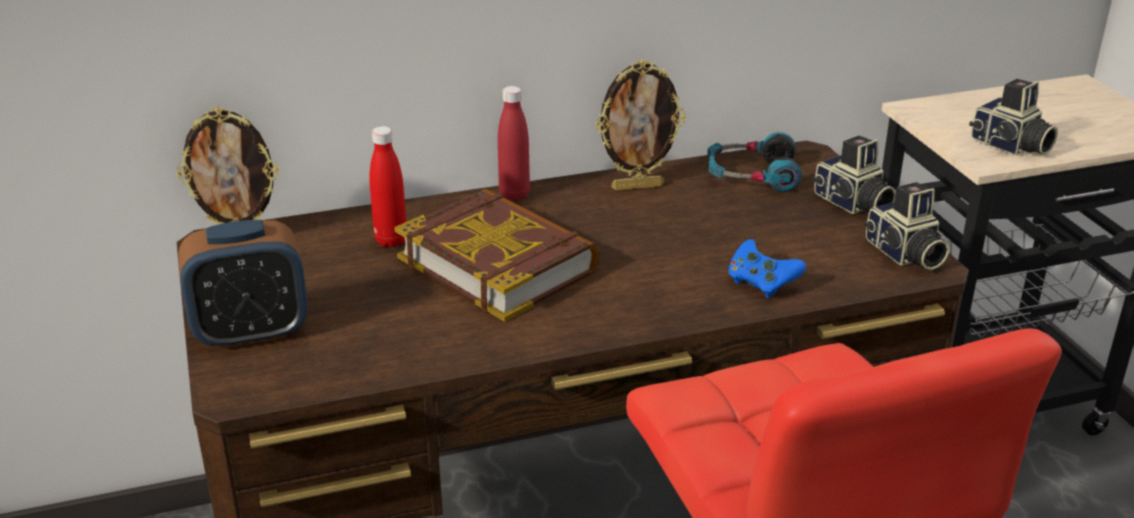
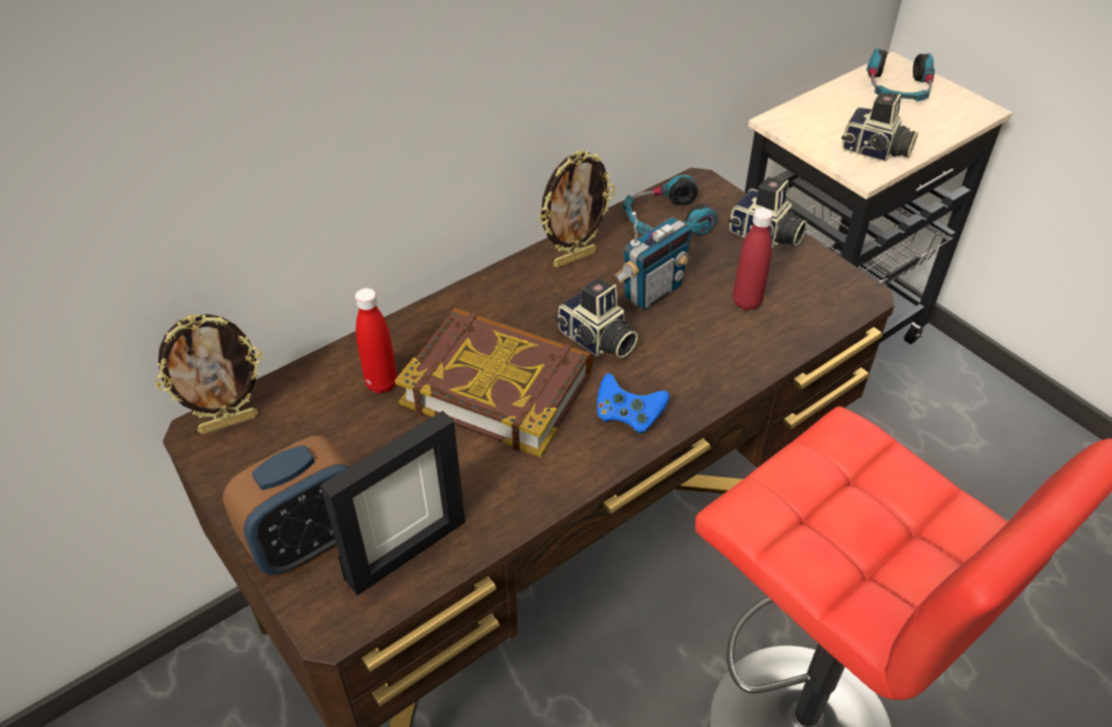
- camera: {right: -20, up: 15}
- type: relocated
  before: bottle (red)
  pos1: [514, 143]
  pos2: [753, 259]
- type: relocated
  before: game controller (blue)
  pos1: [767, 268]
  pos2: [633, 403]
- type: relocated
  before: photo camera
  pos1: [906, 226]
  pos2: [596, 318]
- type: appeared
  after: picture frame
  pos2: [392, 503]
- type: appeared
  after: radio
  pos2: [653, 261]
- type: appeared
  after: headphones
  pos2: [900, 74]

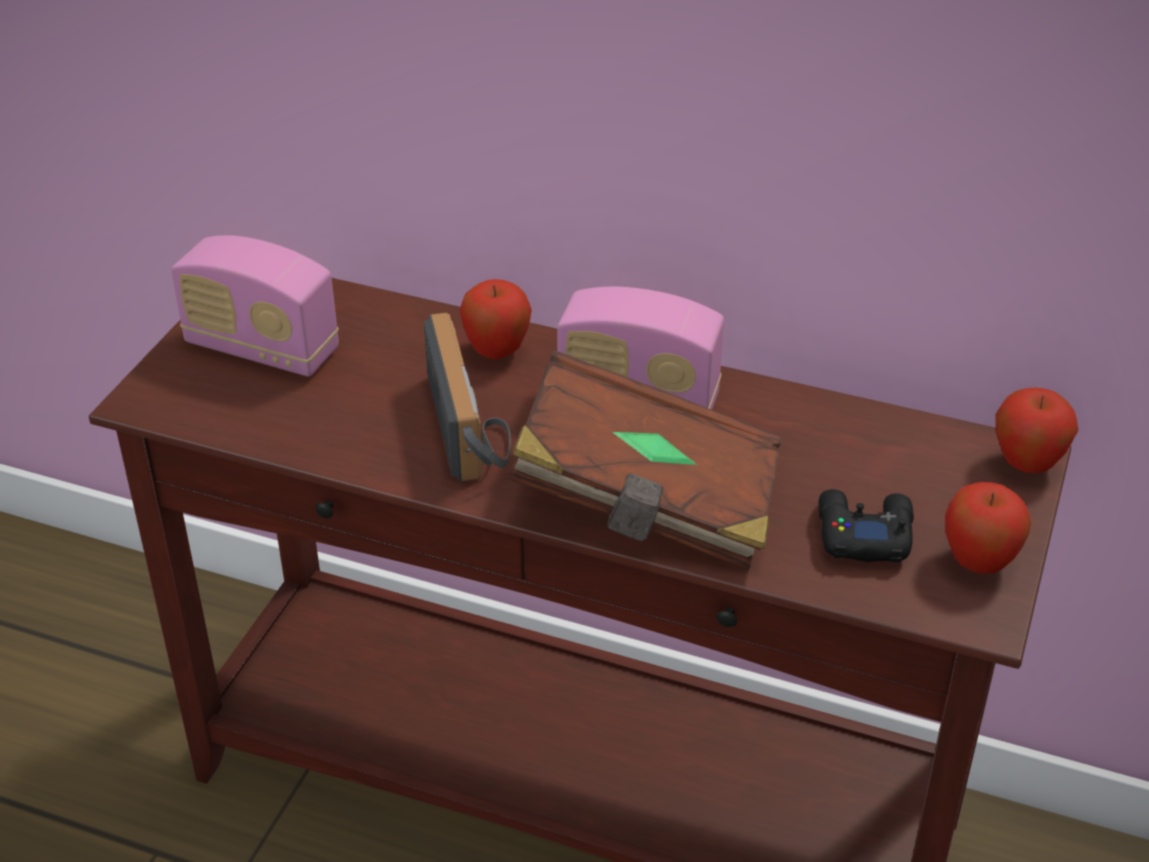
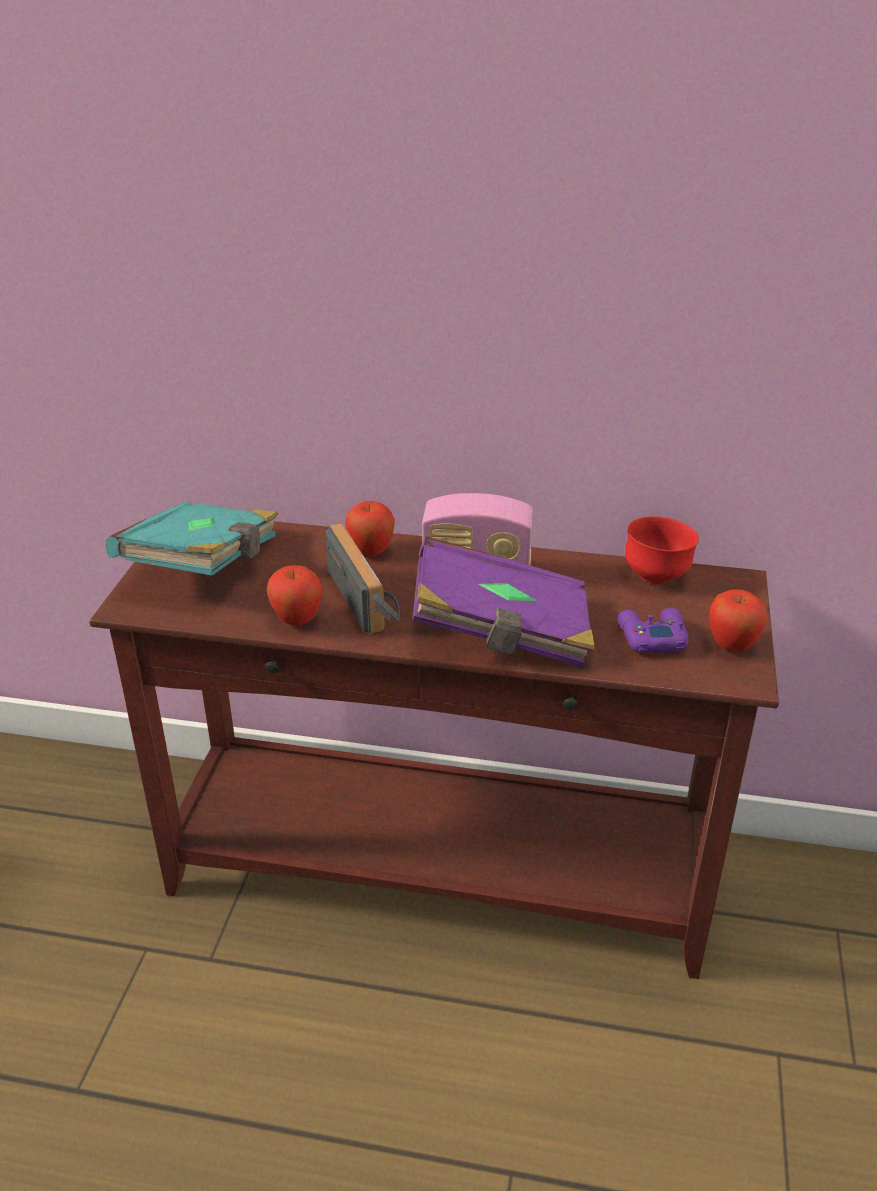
- camera: {right: -10, up: -5}
- type: exchanged
  before: radio
  after: book (turquoise)
  pos1: [255, 306]
  pos2: [192, 538]
- type: colour
  before: book (brown)
  after: book (purple)
  pos1: [644, 460]
  pos2: [503, 602]
- type: colour
  before: game controller (black)
  after: game controller (purple)
  pos1: [866, 525]
  pos2: [653, 630]
- type: relocated
  before: apple
  pos1: [1036, 430]
  pos2: [294, 595]
- type: appeared
  after: bowl (red)
  pos2: [662, 550]

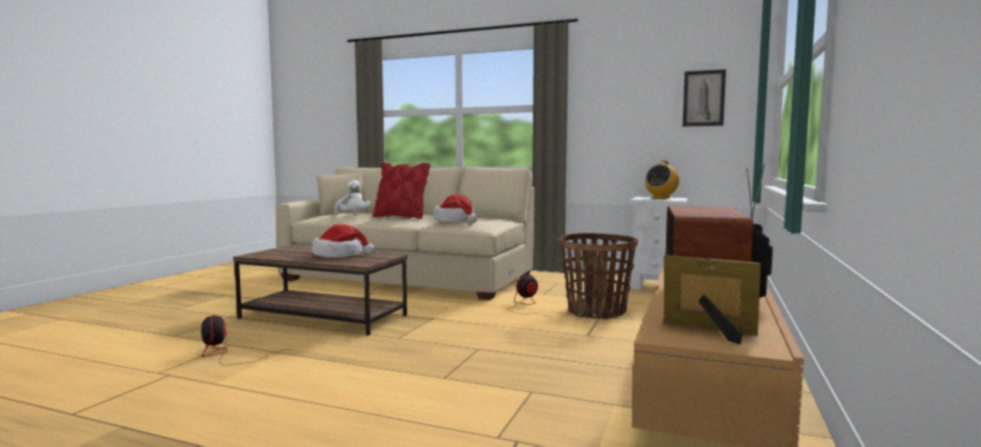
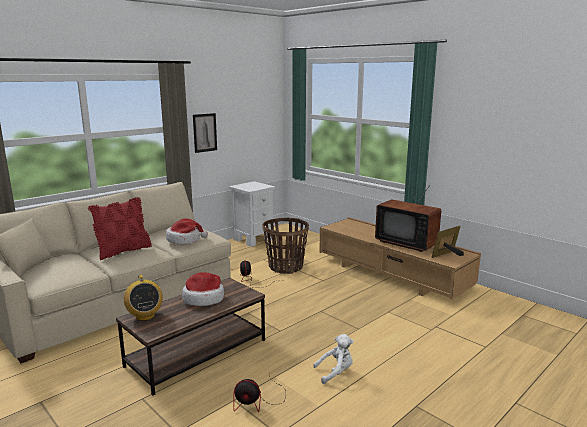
- camera: {right: -65, up: 10}
- type: relocated
  before: plush toy (white)
  pos1: [352, 198]
  pos2: [333, 359]
- type: relocated
  before: radio
  pos1: [662, 179]
  pos2: [143, 298]
- type: relocated
  before: picture
  pos1: [704, 98]
  pos2: [205, 133]

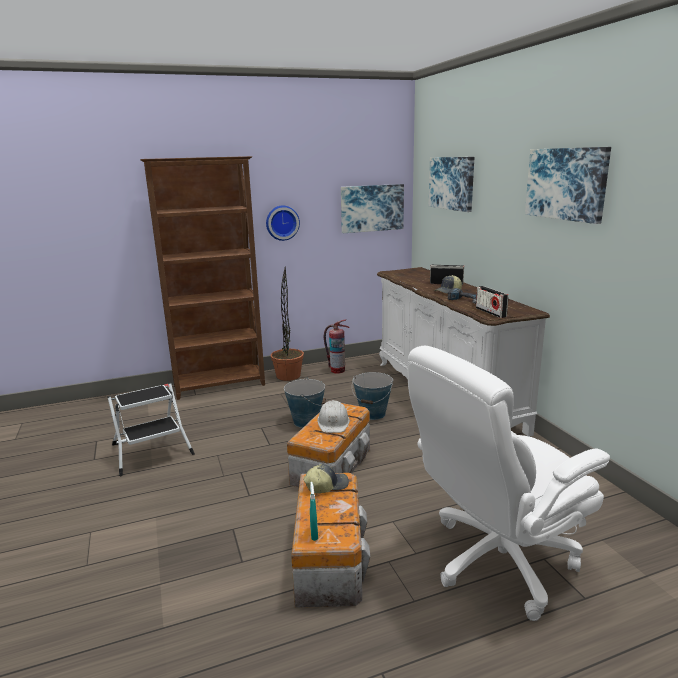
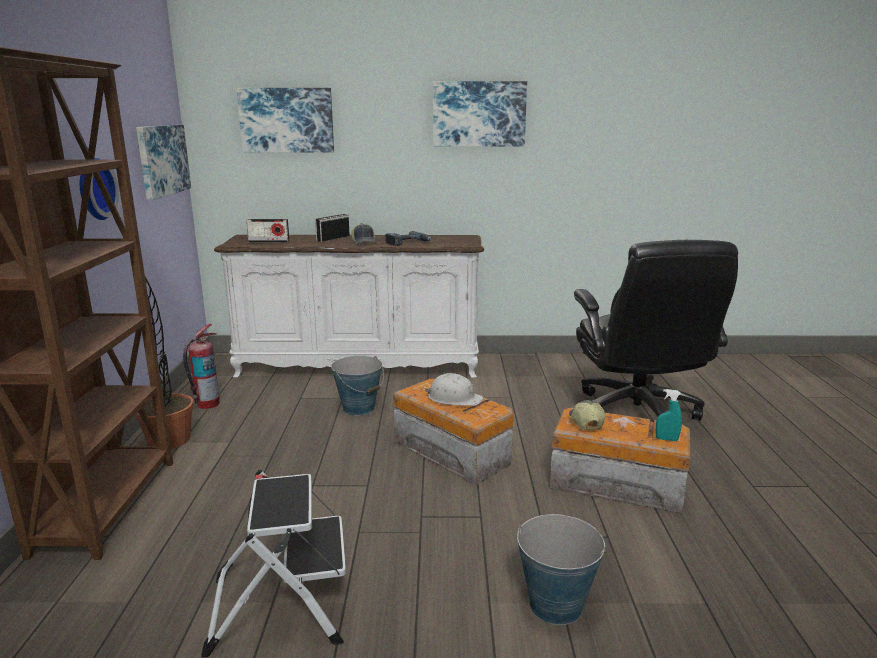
- camera: {right: -70, up: 0}
- type: relocated
  before: bucket
  pos1: [305, 402]
  pos2: [562, 569]
- type: colour
  before: office chair (white)
  after: office chair (black)
  pos1: [508, 483]
  pos2: [656, 330]
- type: relocated
  before: radio
  pos1: [492, 302]
  pos2: [268, 231]

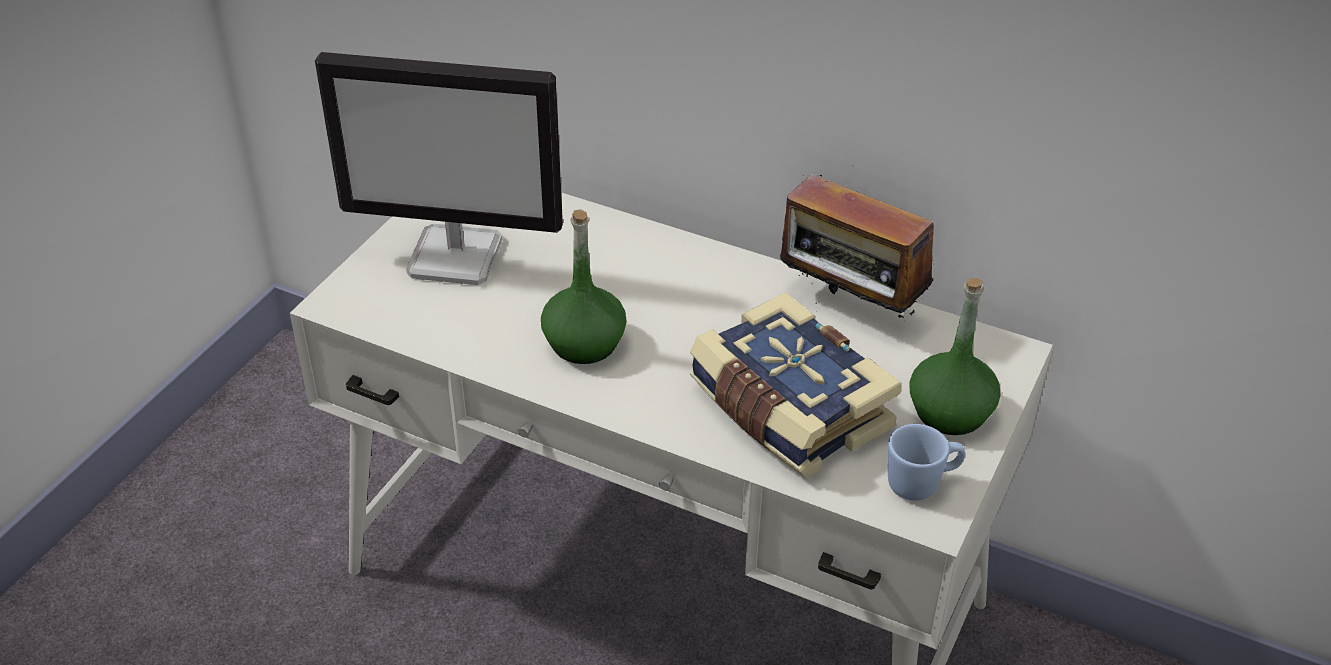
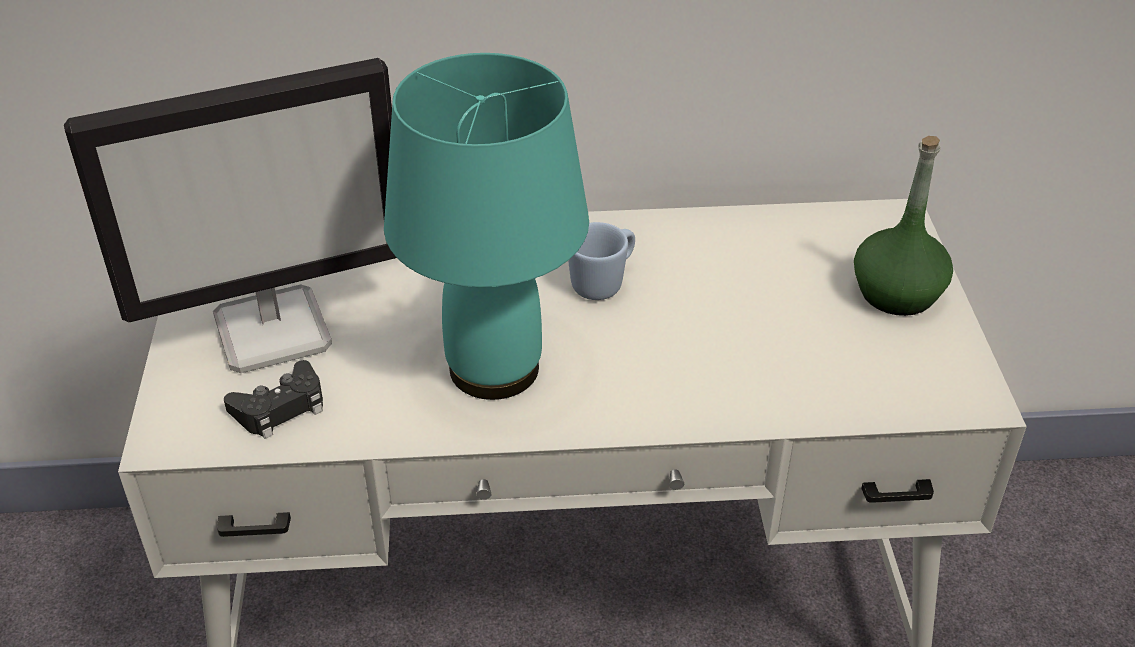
- camera: {right: -30, up: 0}
- type: exchanged
  before: bottle (green)
  after: table lamp (turquoise)
  pos1: [584, 286]
  pos2: [486, 226]
- type: missing
  before: book
  pos1: [796, 385]
- type: missing
  before: radio
  pos1: [857, 247]
- type: relocated
  before: mug (blue)
  pos1: [926, 462]
  pos2: [601, 261]
- type: appeared
  after: game controller (black)
  pos2: [273, 399]

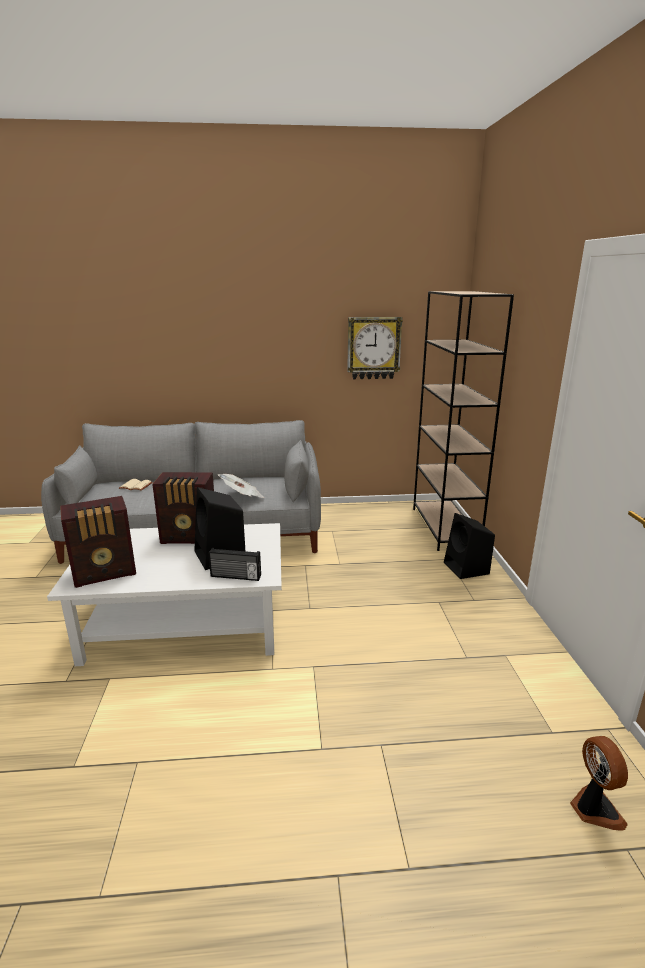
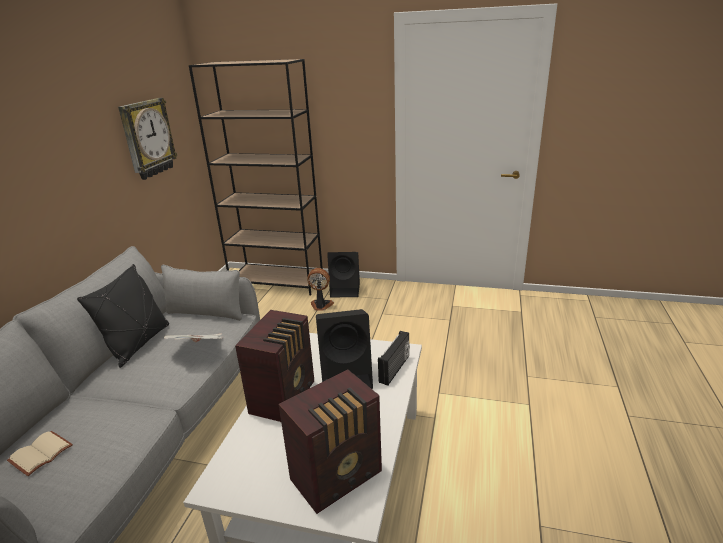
- camera: {right: -70, up: 5}
- type: spun
  before: radio
  pos1: [98, 542]
  pos2: [330, 442]
  turn: 60
- type: relocated
  before: fan
  pos1: [599, 783]
  pos2: [320, 289]
- type: appeared
  after: pillow (black)
  pos2: [123, 316]

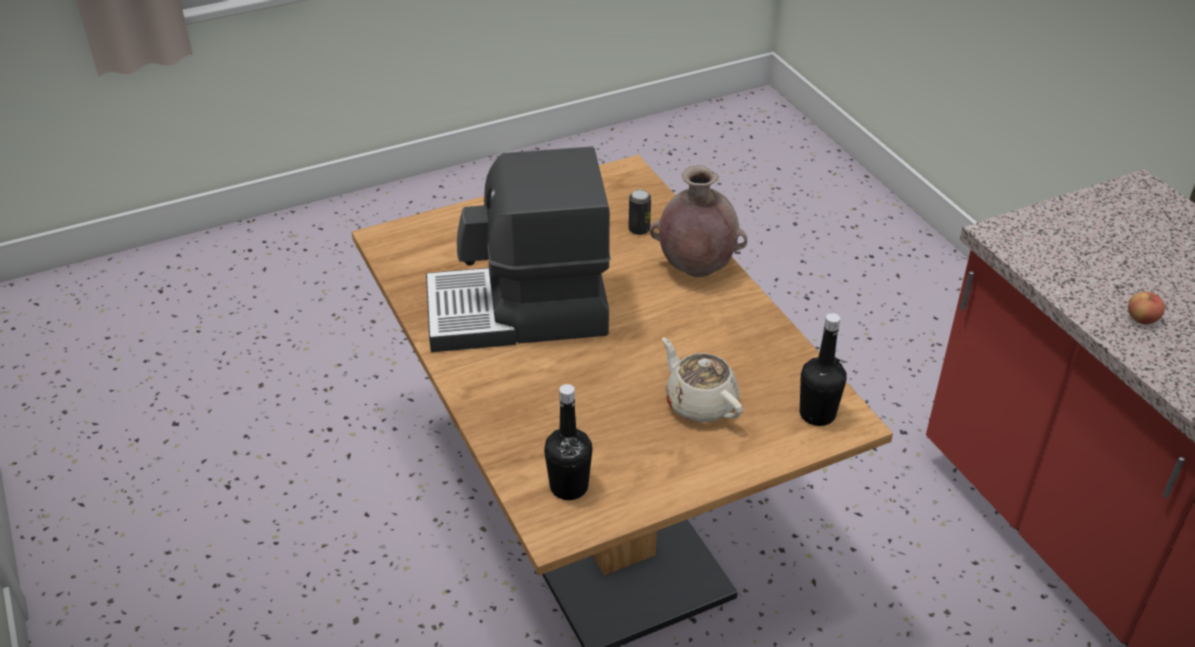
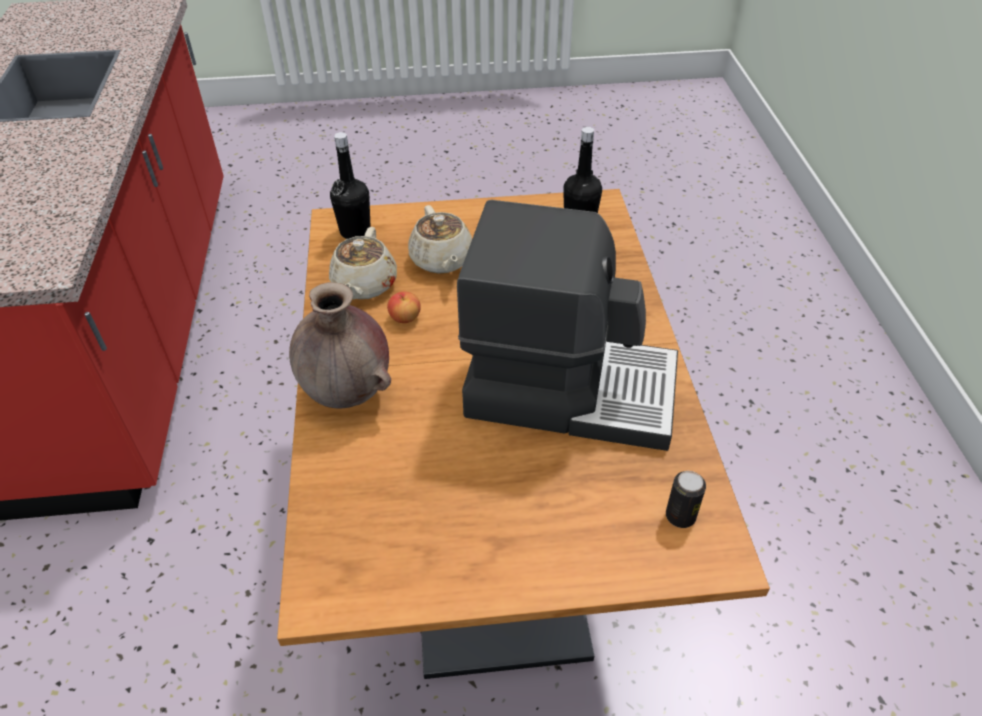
- camera: {right: -160, up: 5}
- type: relocated
  before: can
  pos1: [640, 212]
  pos2: [686, 499]
- type: relocated
  before: apple
  pos1: [1146, 308]
  pos2: [404, 307]
- type: appeared
  after: teapot (beige)
  pos2: [363, 263]

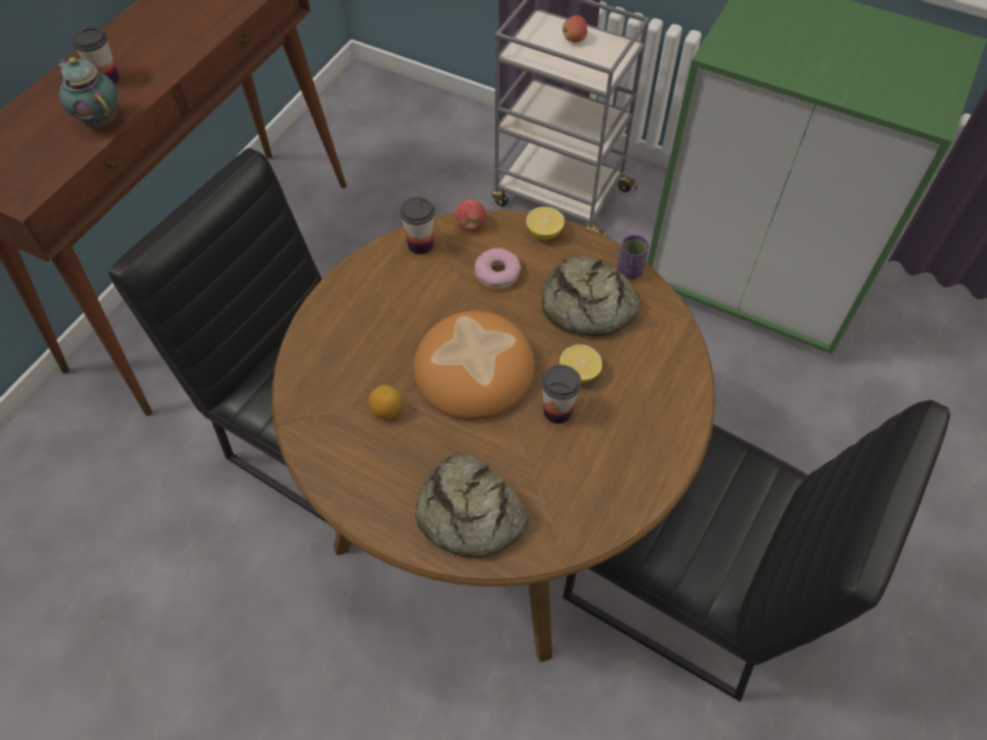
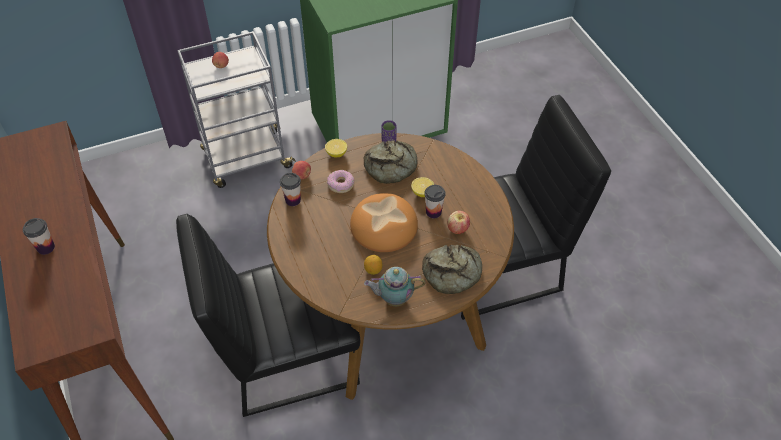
- camera: {right: -50, up: -5}
- type: relocated
  before: teapot
  pos1: [87, 92]
  pos2: [394, 286]
- type: appeared
  after: apple
  pos2: [458, 222]

